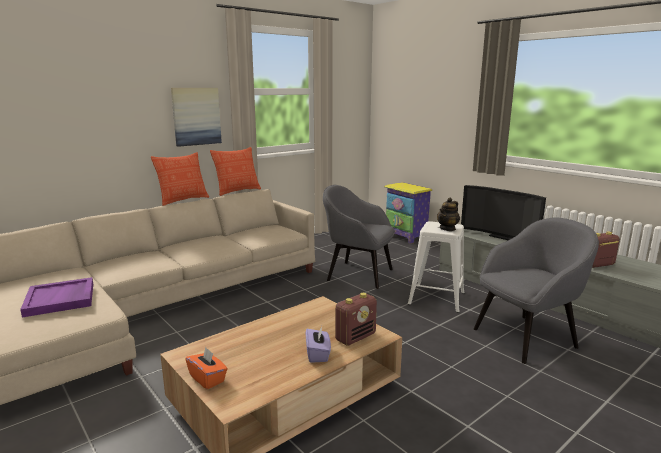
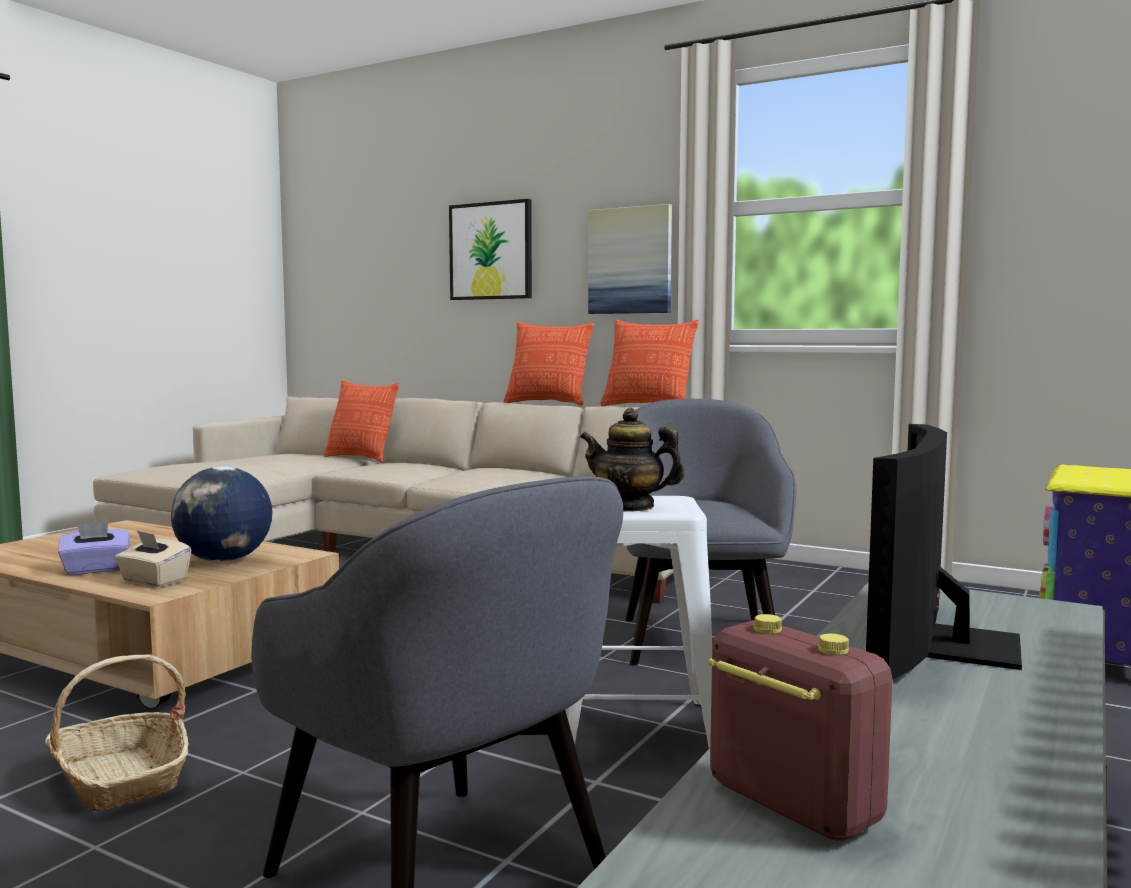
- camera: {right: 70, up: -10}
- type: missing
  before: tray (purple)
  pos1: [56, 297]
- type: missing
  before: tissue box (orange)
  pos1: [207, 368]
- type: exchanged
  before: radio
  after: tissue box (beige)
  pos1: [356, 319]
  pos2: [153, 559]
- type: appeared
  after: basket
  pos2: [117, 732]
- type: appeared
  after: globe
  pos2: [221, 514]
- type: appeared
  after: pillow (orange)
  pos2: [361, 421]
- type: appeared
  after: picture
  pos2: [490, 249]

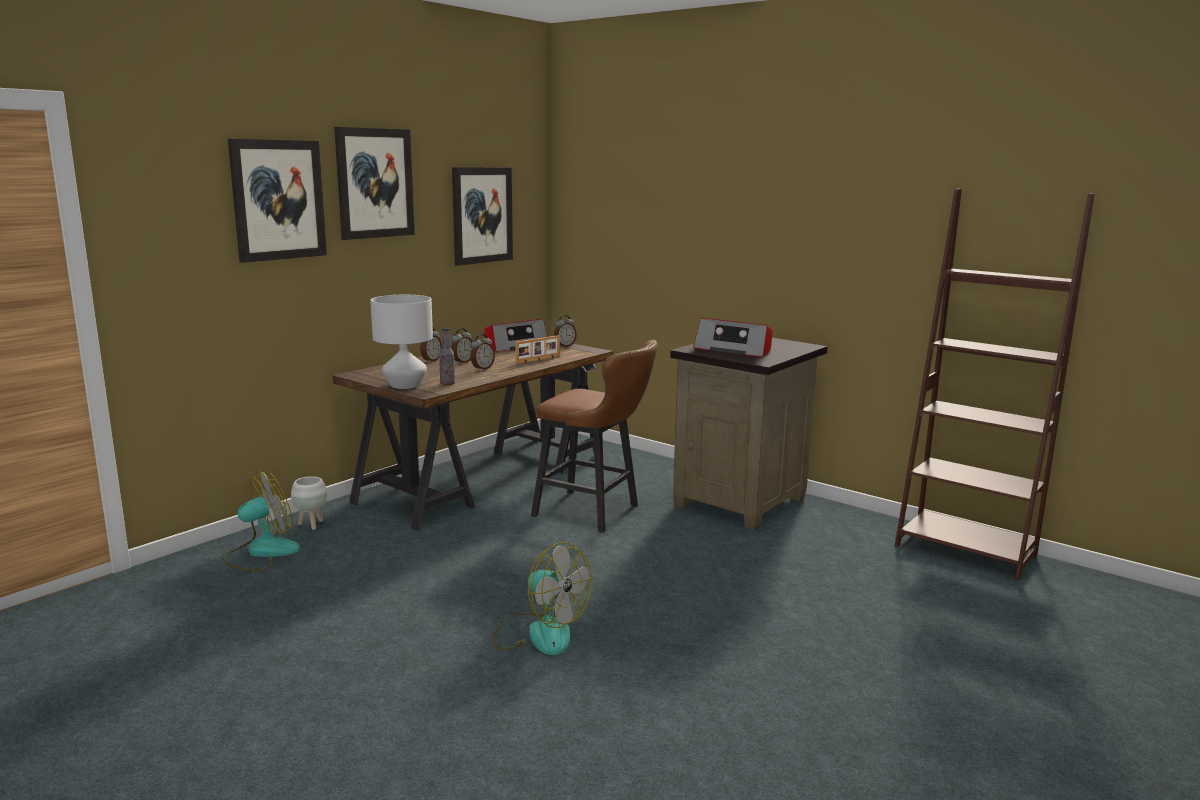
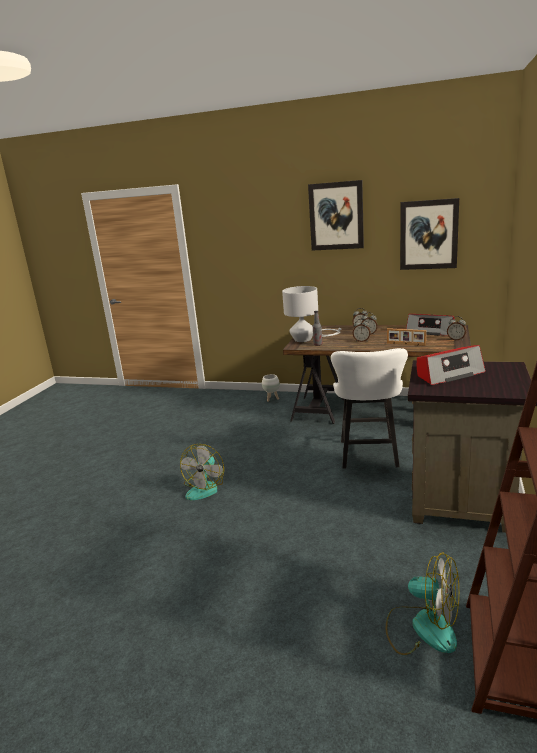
- camera: {right: 70, up: 5}
- type: relocated
  before: fan
  pos1: [261, 521]
  pos2: [422, 603]
- type: missing
  before: picture
  pos1: [277, 201]
- type: colour
  before: stool (brown)
  after: stool (white)
  pos1: [594, 436]
  pos2: [369, 408]
- type: spun
  before: radio
  pos1: [733, 337]
  pos2: [451, 365]
  turn: -120

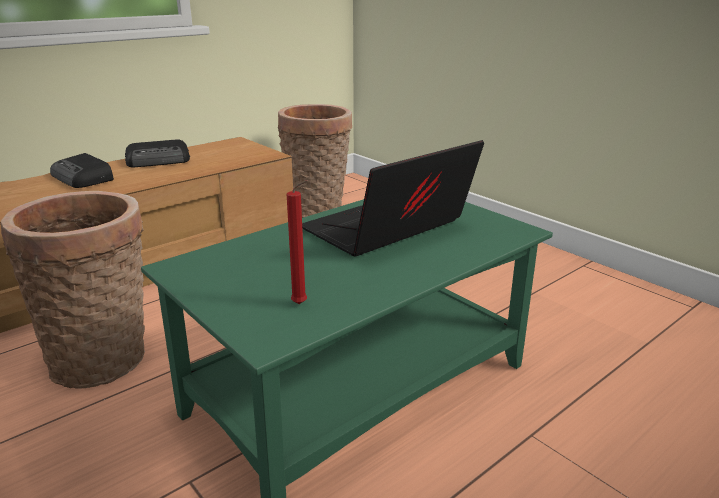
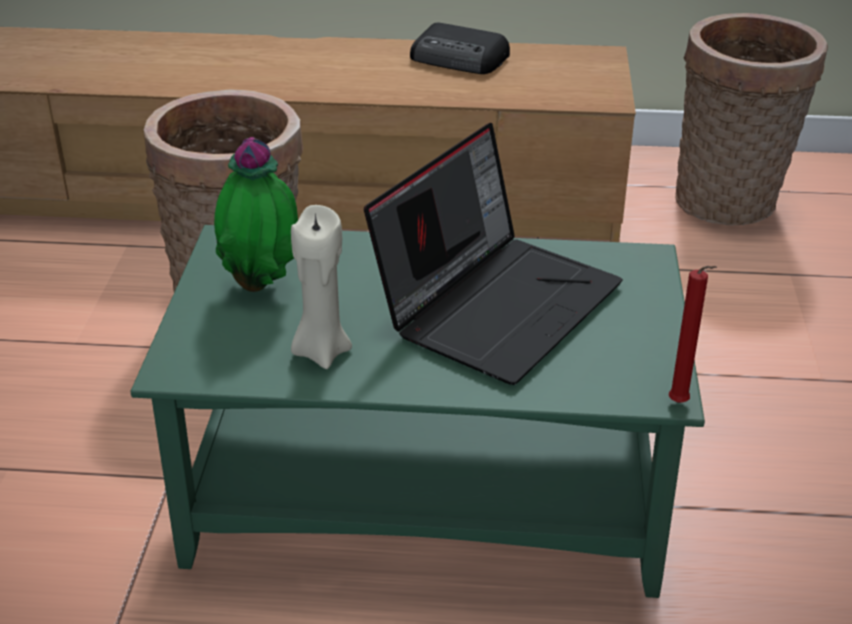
- camera: {right: 45, up: 10}
- type: missing
  before: radio
  pos1: [82, 170]
- type: relocated
  before: candle (red)
  pos1: [297, 242]
  pos2: [693, 334]
- type: spun
  before: laptop
  pos1: [393, 198]
  pos2: [493, 254]
  turn: 120
- type: appeared
  after: potted plant
  pos2: [256, 214]
- type: appeared
  after: candle (beige)
  pos2: [321, 287]

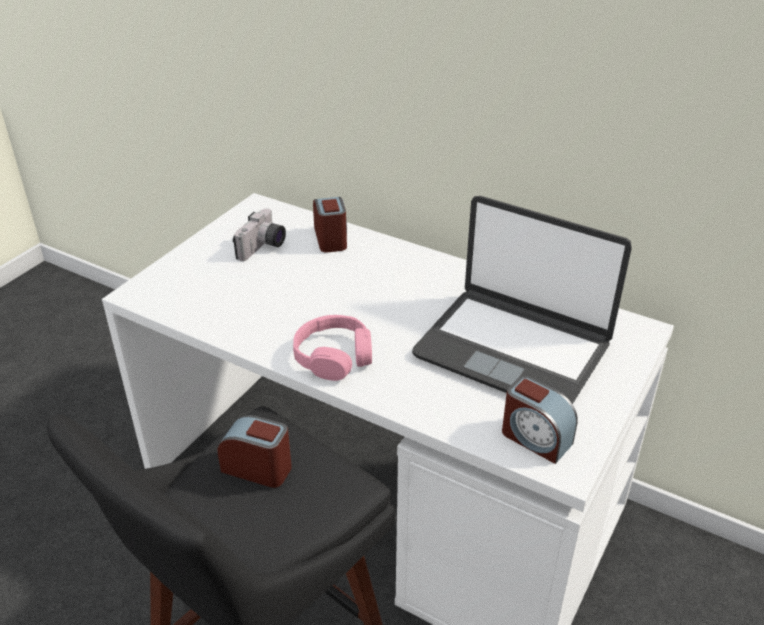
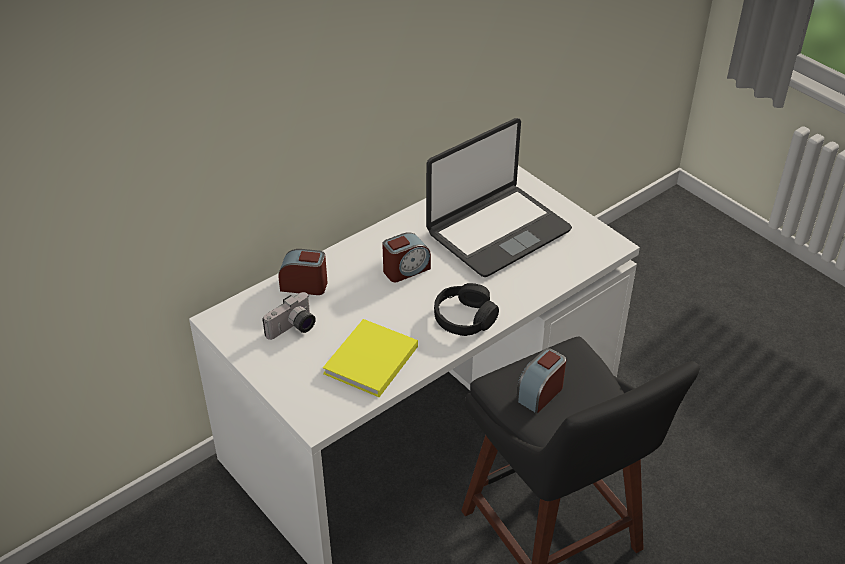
- camera: {right: -70, up: 5}
- type: spun
  before: photo camera
  pos1: [259, 235]
  pos2: [289, 316]
  turn: 90
- type: colour
  before: headphones (pink)
  after: headphones (black)
  pos1: [332, 348]
  pos2: [466, 309]
- type: relocated
  before: alarm clock
  pos1: [540, 420]
  pos2: [406, 257]
- type: appeared
  after: book (yellow)
  pos2: [370, 358]

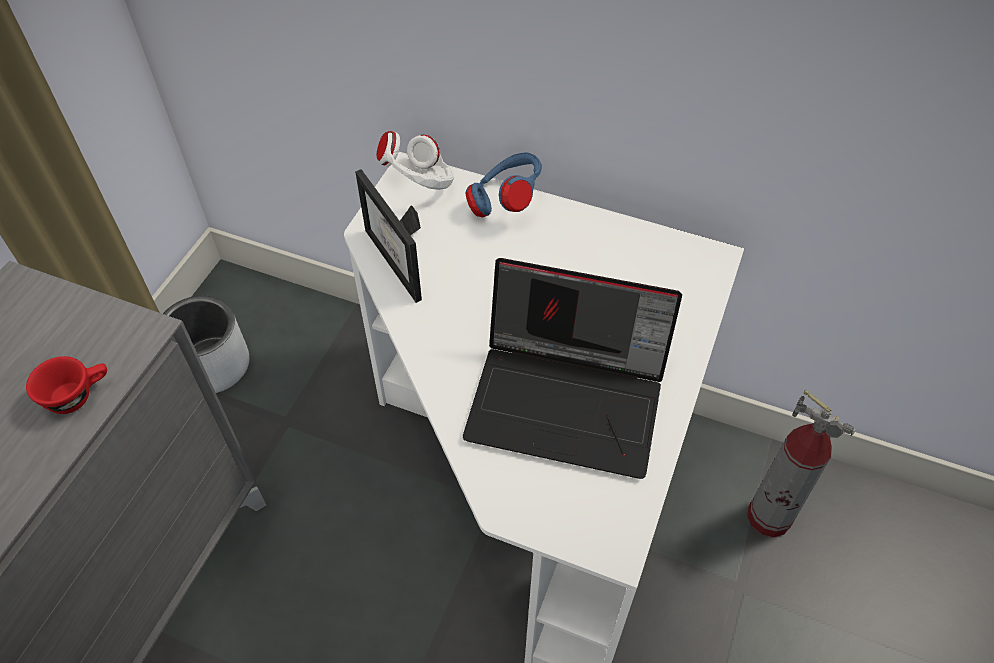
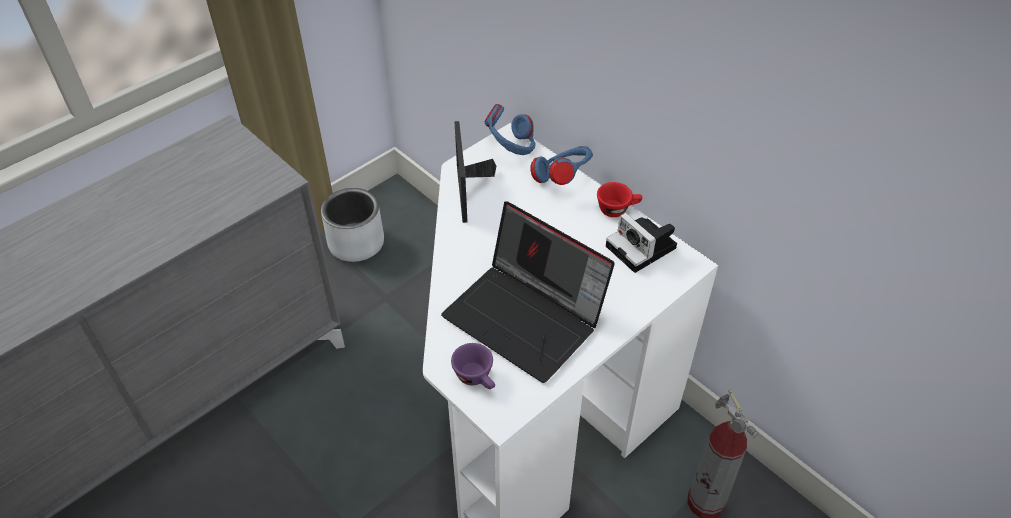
- camera: {right: 25, up: -5}
- type: relocated
  before: cup (red)
  pos1: [66, 385]
  pos2: [619, 199]
- type: colour
  before: headphones (white)
  after: headphones (blue)
  pos1: [415, 160]
  pos2: [510, 129]
- type: appeared
  after: cup (purple)
  pos2: [473, 366]
- type: appeared
  after: photo camera
  pos2: [641, 243]

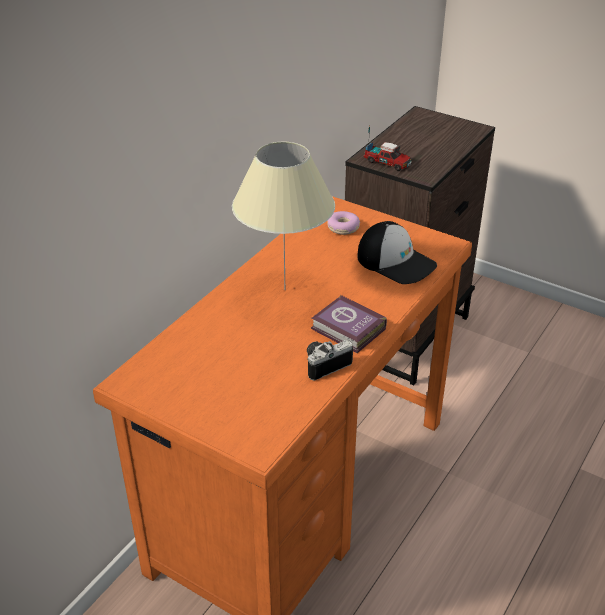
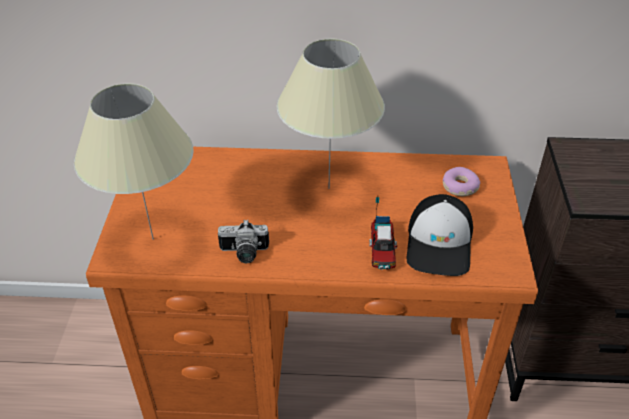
- camera: {right: 60, up: 5}
- type: spun
  before: photo camera
  pos1: [330, 360]
  pos2: [243, 241]
  turn: 150
- type: missing
  before: book
  pos1: [349, 324]
- type: relocated
  before: toy truck
  pos1: [387, 148]
  pos2: [383, 233]
- type: appeared
  after: table lamp (beige)
  pos2: [134, 161]

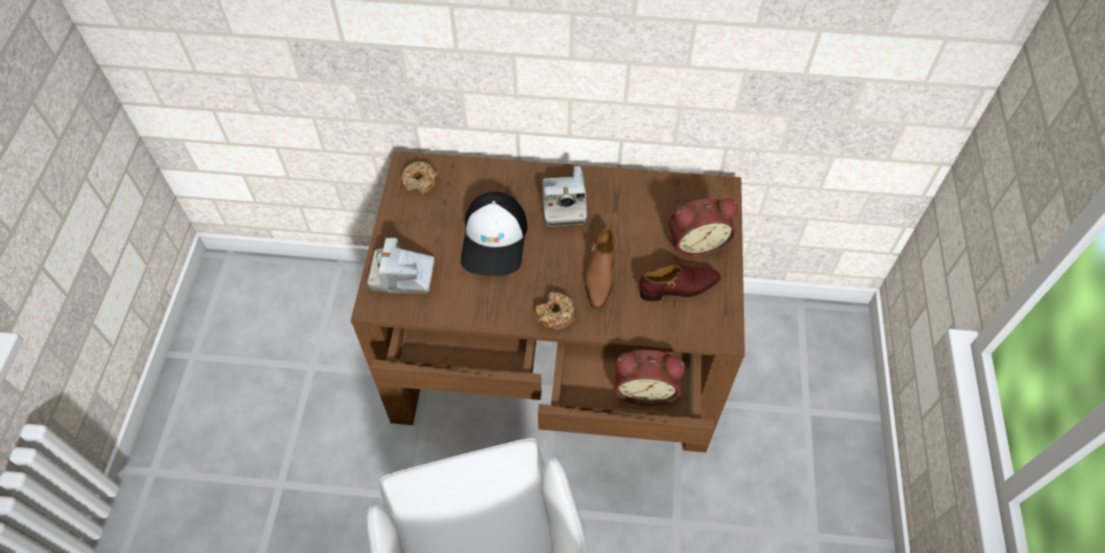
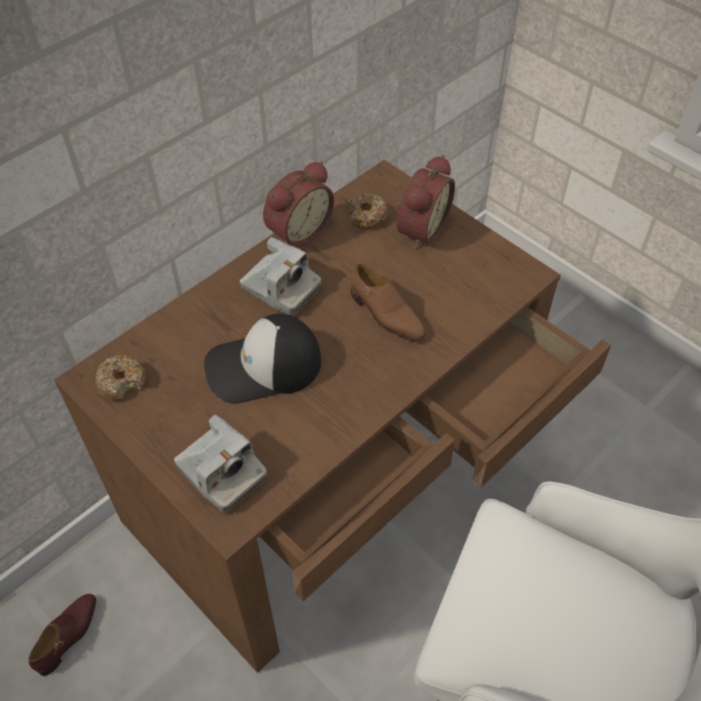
- camera: {right: -50, up: -5}
- type: spun
  before: photo camera
  pos1: [400, 266]
  pos2: [220, 463]
  turn: -90
- type: spun
  before: cap
  pos1: [494, 234]
  pos2: [262, 358]
  turn: 120
- type: relocated
  before: donut
  pos1: [555, 310]
  pos2: [367, 211]
- type: relocated
  before: alarm clock
  pos1: [650, 378]
  pos2: [298, 203]
- type: relocated
  before: shoe (brown)
  pos1: [680, 282]
  pos2: [62, 635]

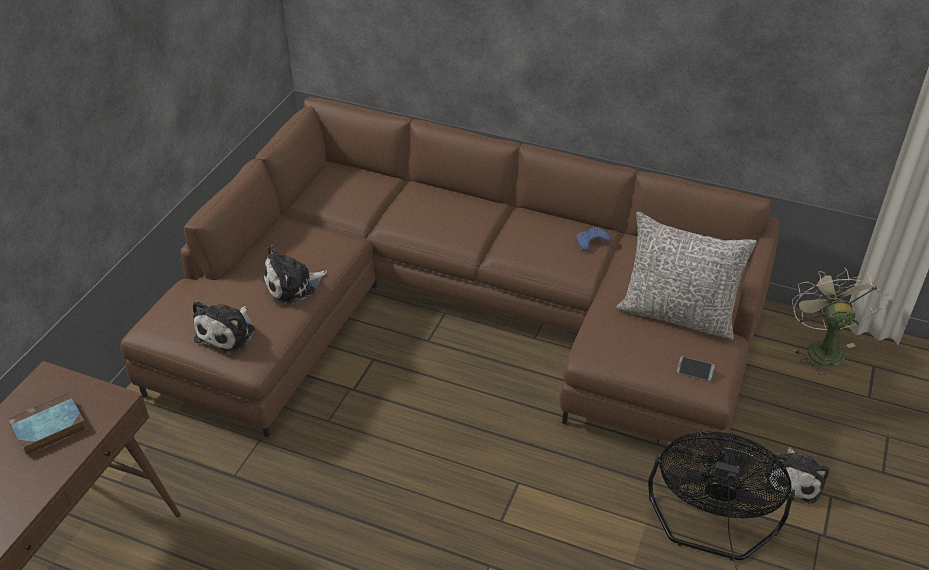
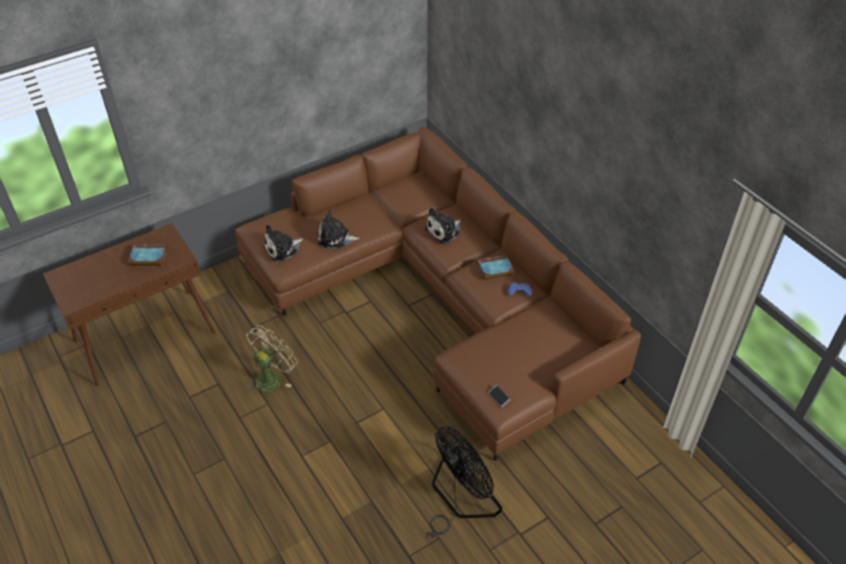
- camera: {right: 35, up: 5}
- type: missing
  before: pillow (grey)
  pos1: [686, 276]
- type: relocated
  before: plush toy
  pos1: [796, 475]
  pos2: [443, 225]
- type: relocated
  before: fan (beige)
  pos1: [837, 321]
  pos2: [272, 358]
- type: appeared
  after: book
  pos2: [495, 268]

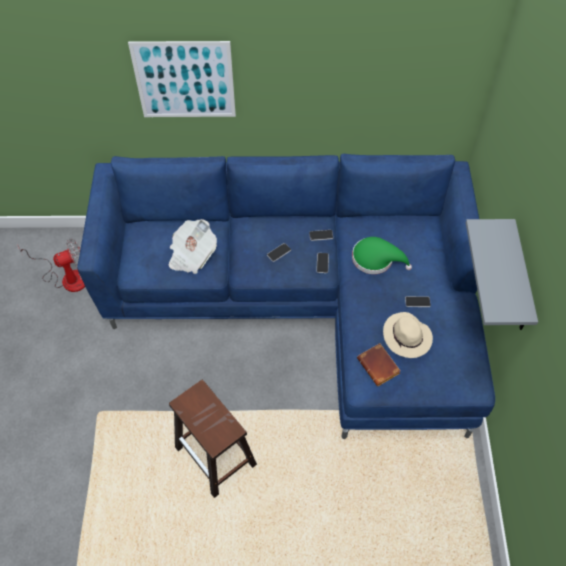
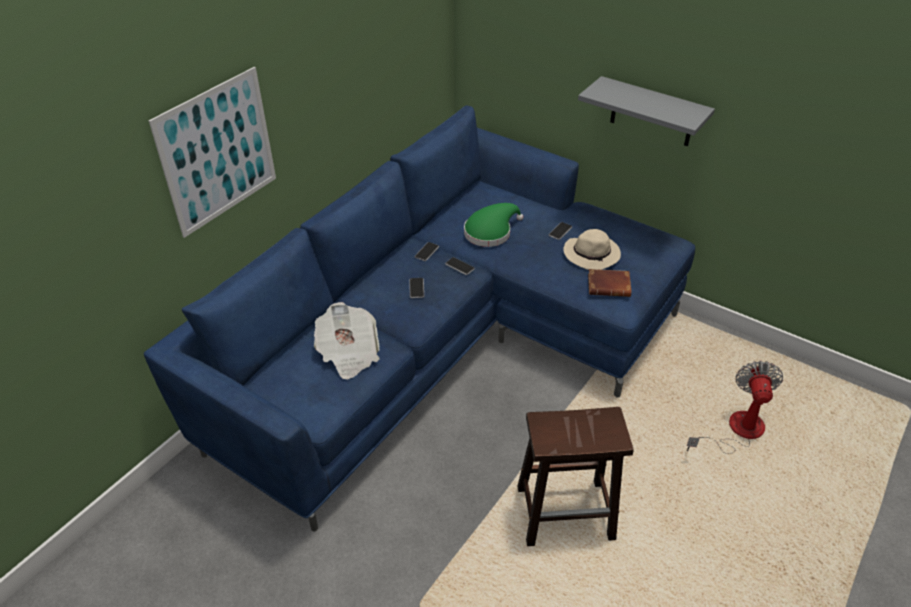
- camera: {right: -55, up: -15}
- type: relocated
  before: fan
  pos1: [51, 265]
  pos2: [735, 407]

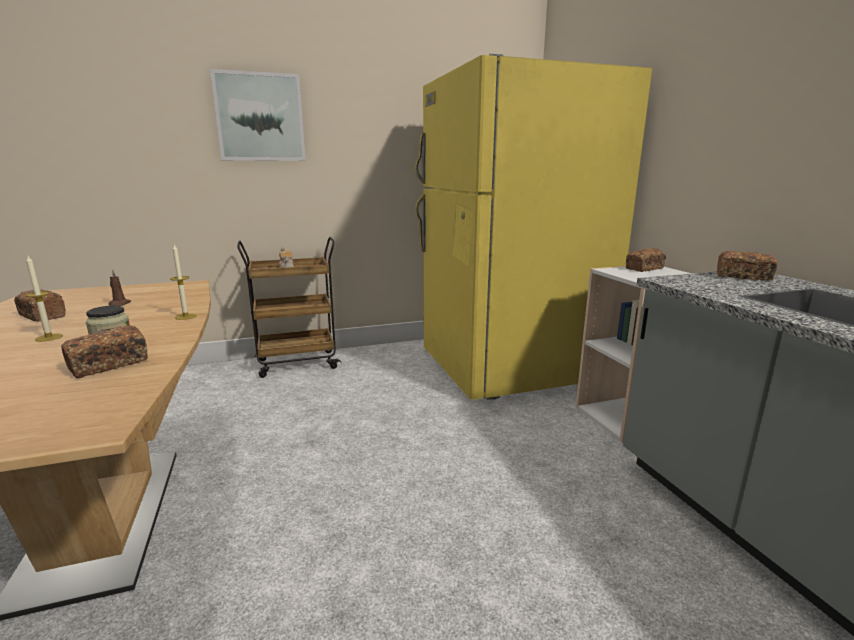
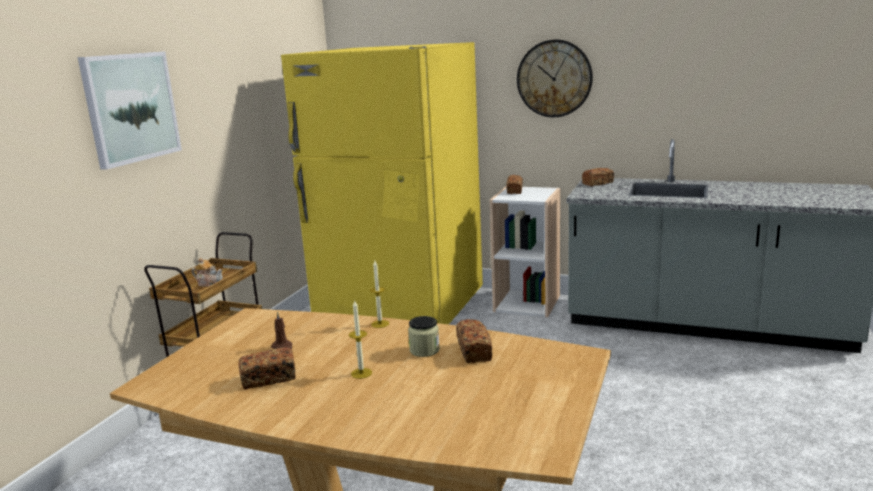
- camera: {right: -50, up: 0}
- type: appeared
  after: wall clock
  pos2: [555, 79]

